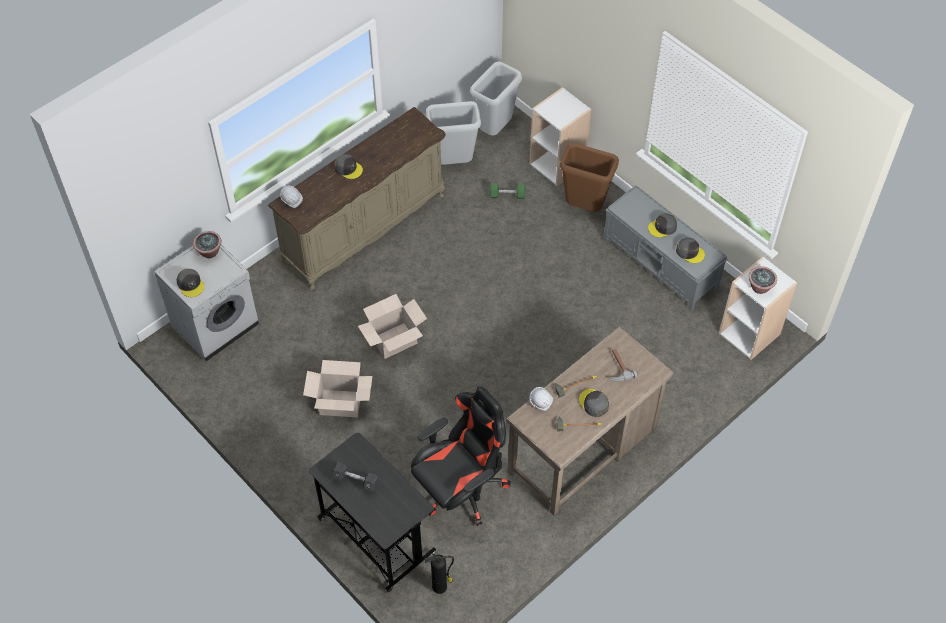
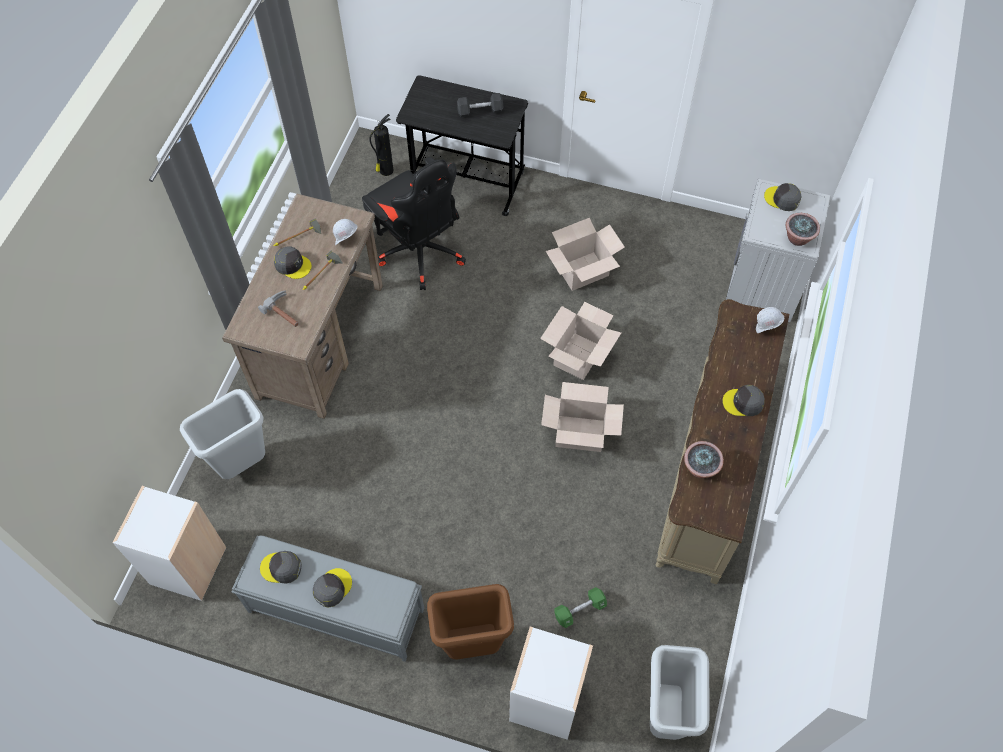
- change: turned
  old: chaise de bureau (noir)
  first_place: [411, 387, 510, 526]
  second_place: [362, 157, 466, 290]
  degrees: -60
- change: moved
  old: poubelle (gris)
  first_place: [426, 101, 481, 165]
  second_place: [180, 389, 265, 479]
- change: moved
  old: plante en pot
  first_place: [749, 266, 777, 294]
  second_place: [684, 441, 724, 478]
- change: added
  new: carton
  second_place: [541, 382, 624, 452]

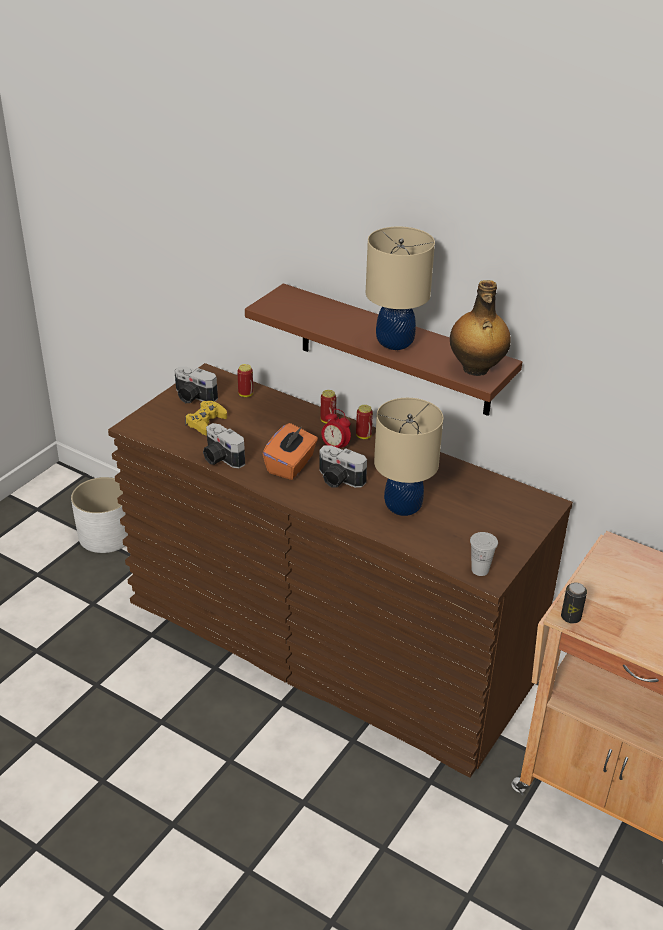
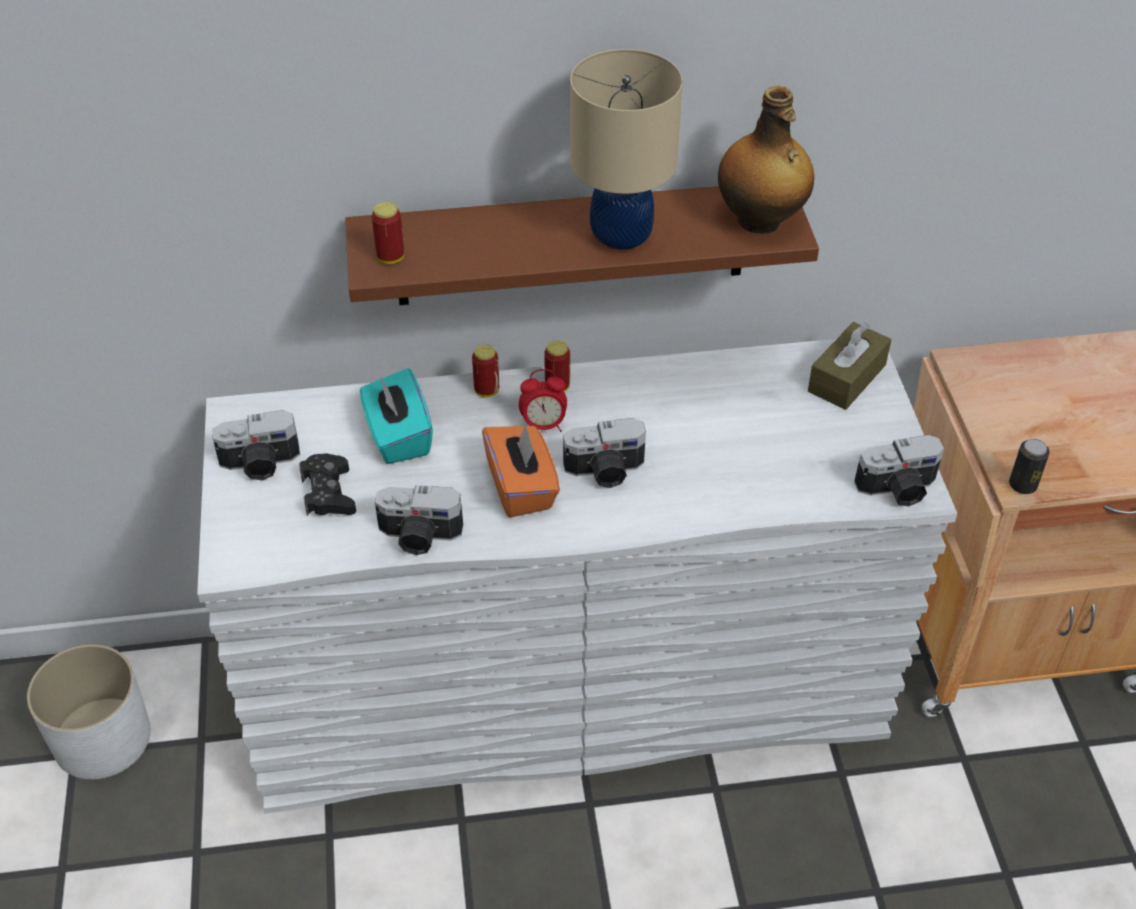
- change: recoloured
  old: commode (marron)
  new: commode (blanc)
  first_place: [108, 363, 573, 778]
  second_place: [197, 339, 957, 814]
- change: recoloured
  old: manette (jaune)
  new: manette (noir)
  first_place: [185, 401, 227, 435]
  second_place: [299, 453, 356, 516]
- change: moved
  old: boîte métallique
  first_place: [237, 364, 253, 397]
  second_place: [372, 202, 405, 264]
- change: removed
  old: lampe de table (beige)
  first_place: [374, 398, 443, 516]
- change: replaced
  old: tasse (blanc)
  new: appareil photo
  first_place: [470, 532, 498, 576]
  second_place: [854, 435, 944, 506]
- change: added
  new: boîte à mouchoirs (turquoise)
  second_place: [360, 368, 433, 464]
- change: added
  new: boîte à mouchoirs (marron)
  second_place: [808, 322, 891, 410]

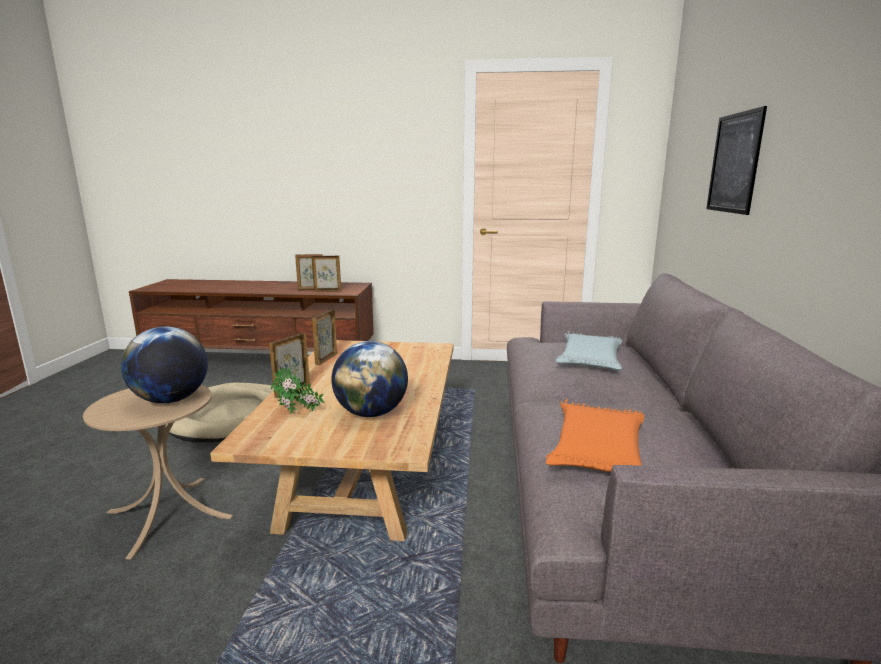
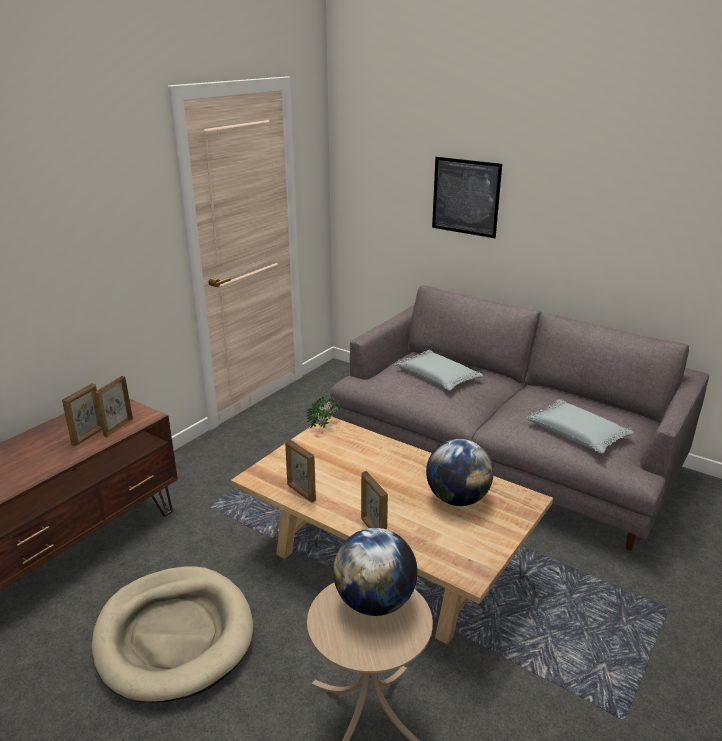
- change: moved
  old: plante en pot
  first_place: [271, 367, 324, 414]
  second_place: [307, 396, 340, 428]
- change: recoloured
  old: coussin (orange)
  new: coussin (bleu)
  first_place: [545, 399, 644, 473]
  second_place: [526, 399, 634, 454]

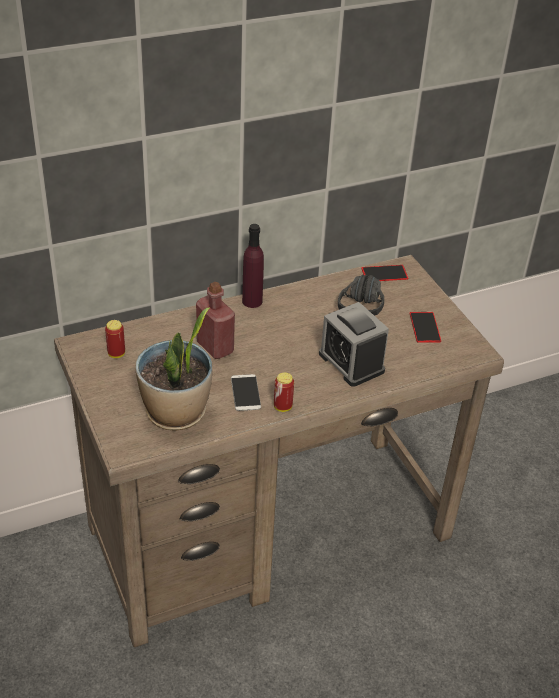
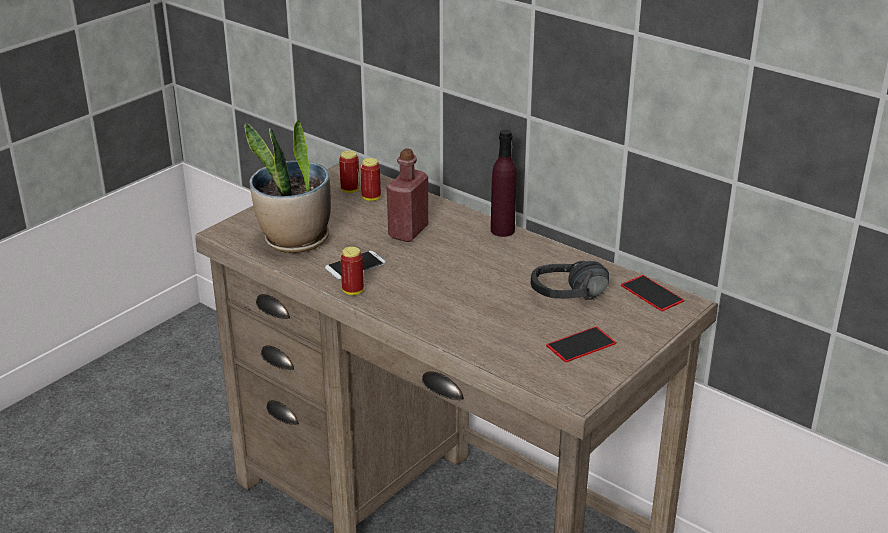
- change: removed
  old: réveil
  first_place: [319, 302, 389, 387]
- change: added
  new: boîte métallique
  second_place: [360, 158, 381, 201]

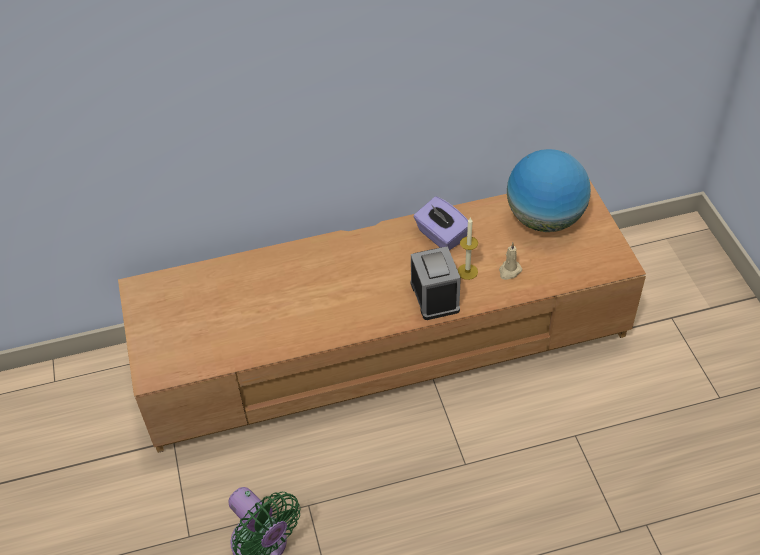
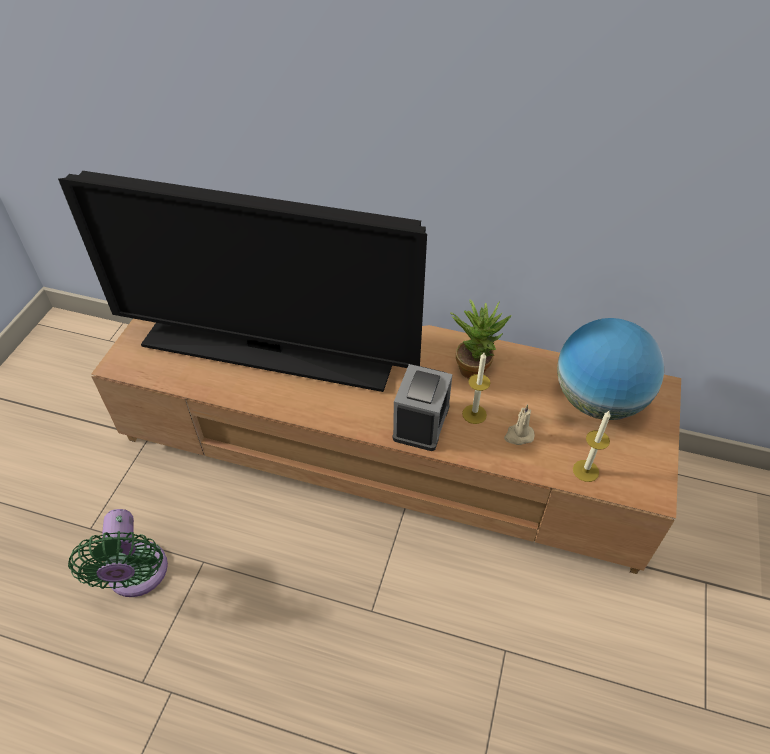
- change: replaced
  old: boîte à mouchoirs (violet)
  new: plante en pot
  first_place: [414, 196, 468, 250]
  second_place: [450, 300, 511, 379]
- change: added
  new: téléviseur
  second_place: [58, 171, 427, 392]
- change: added
  new: bougie
  second_place: [573, 411, 611, 482]

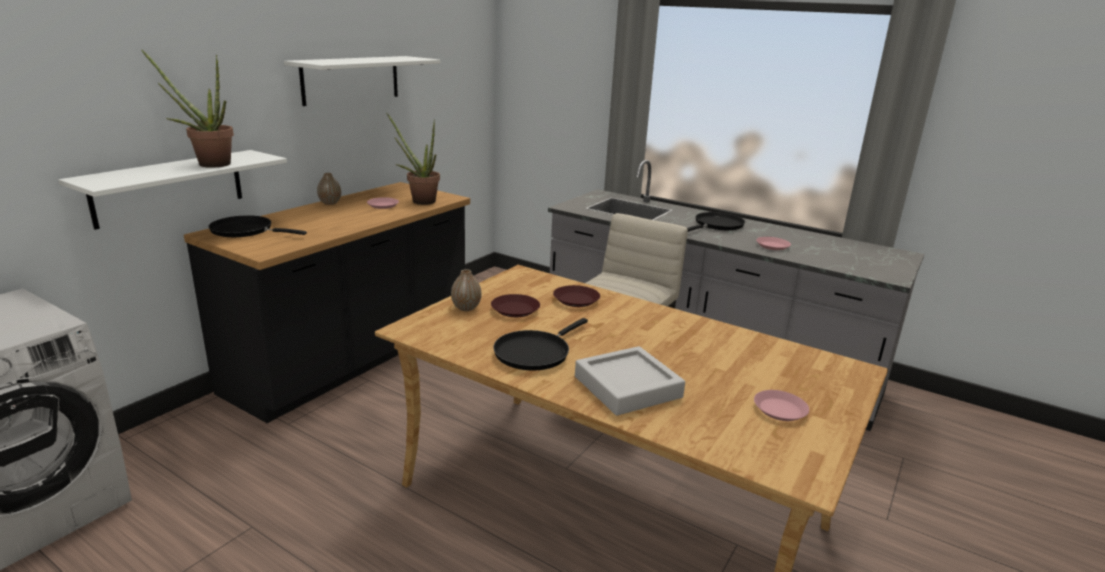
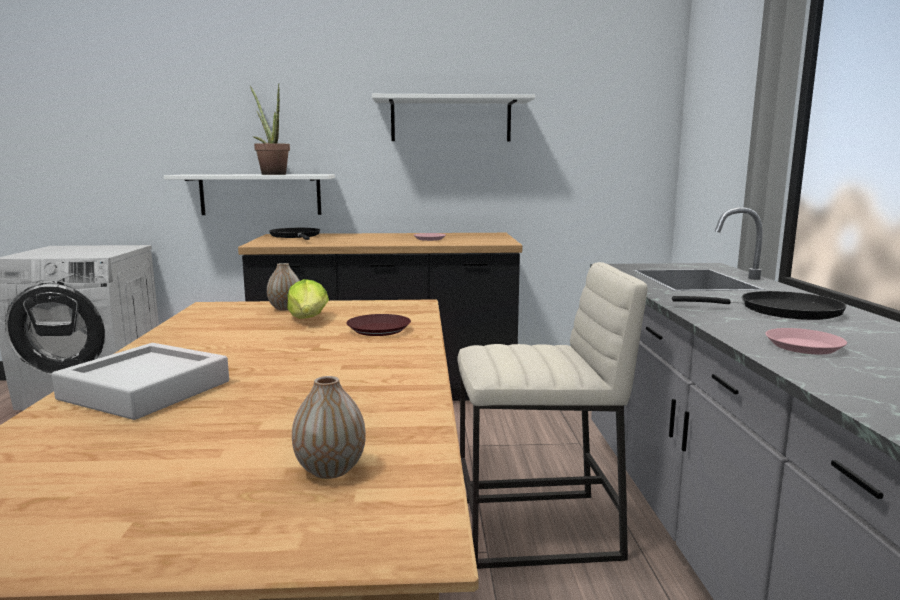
- change: moved
  old: vase
  first_place: [317, 173, 341, 205]
  second_place: [292, 376, 366, 479]
- change: removed
  old: plante en pot
  first_place: [387, 113, 440, 205]
- change: replaced
  old: assiette (marron)
  new: laitue
  first_place: [491, 294, 540, 317]
  second_place: [287, 279, 329, 319]
- change: removed
  old: poêle (noir)
  first_place: [493, 318, 588, 370]
- change: removed
  old: assiette (rose)
  first_place: [754, 390, 809, 421]

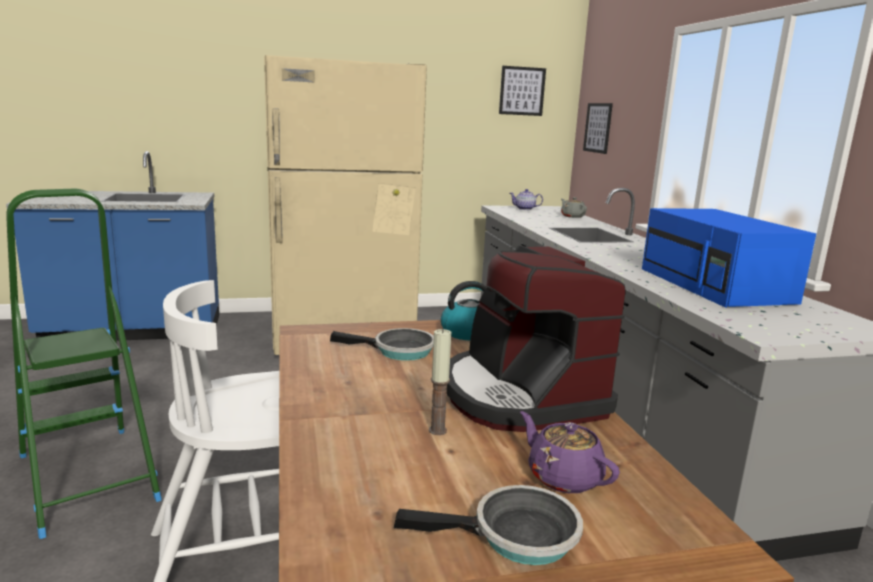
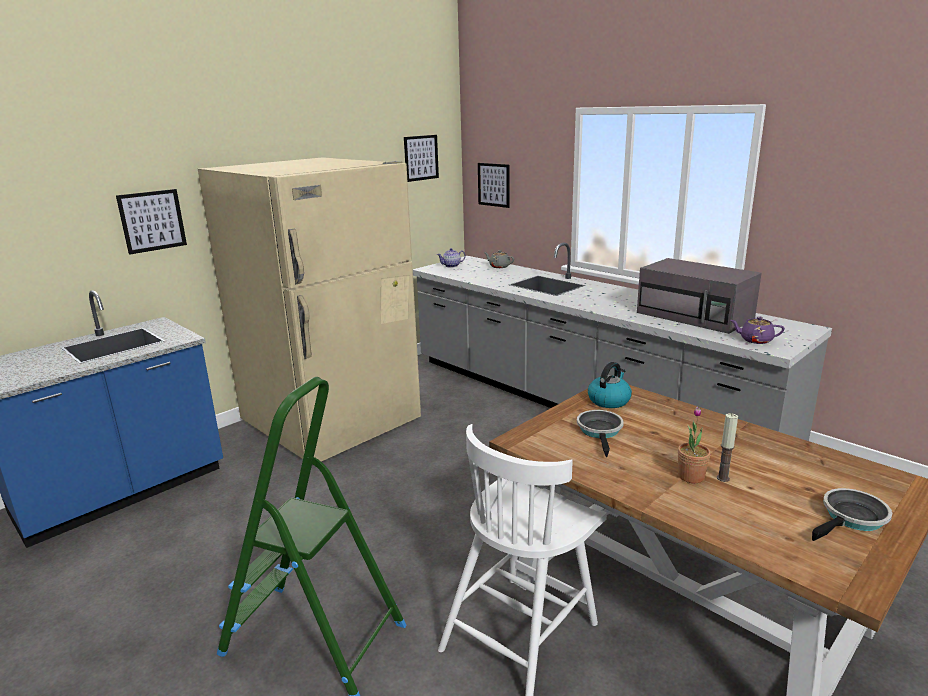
- change: turned
  old: poêle
  first_place: [330, 328, 434, 361]
  second_place: [577, 410, 624, 457]
  degrees: -60
- change: removed
  old: machine à café
  first_place: [447, 245, 626, 432]
- change: moved
  old: théière (violet)
  first_place: [520, 411, 620, 493]
  second_place: [730, 316, 785, 344]
- change: recoloured
  old: micro-ondes (bleu)
  new: micro-ondes (gris)
  first_place: [642, 208, 816, 307]
  second_place: [637, 258, 762, 334]
- change: added
  new: tableau
  second_place: [116, 189, 187, 255]
- change: added
  new: plante en pot
  second_place: [678, 407, 711, 483]

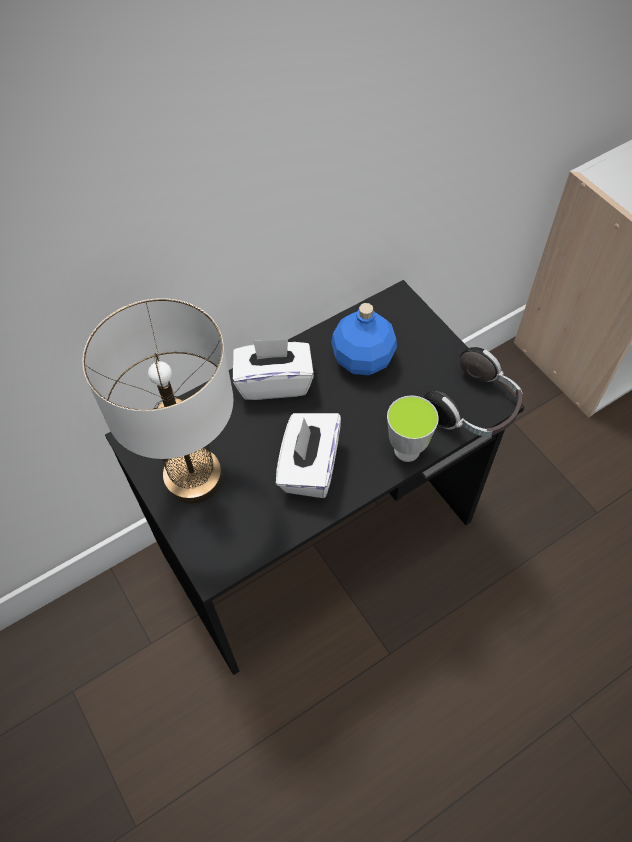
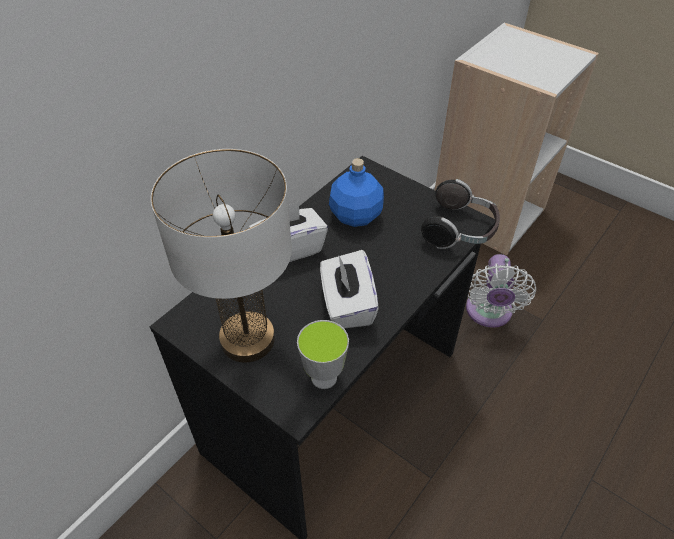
- change: moved
  old: tasse
  first_place: [387, 395, 439, 462]
  second_place: [297, 320, 349, 389]
- change: added
  new: ventilateur (blanc)
  second_place: [466, 254, 536, 328]

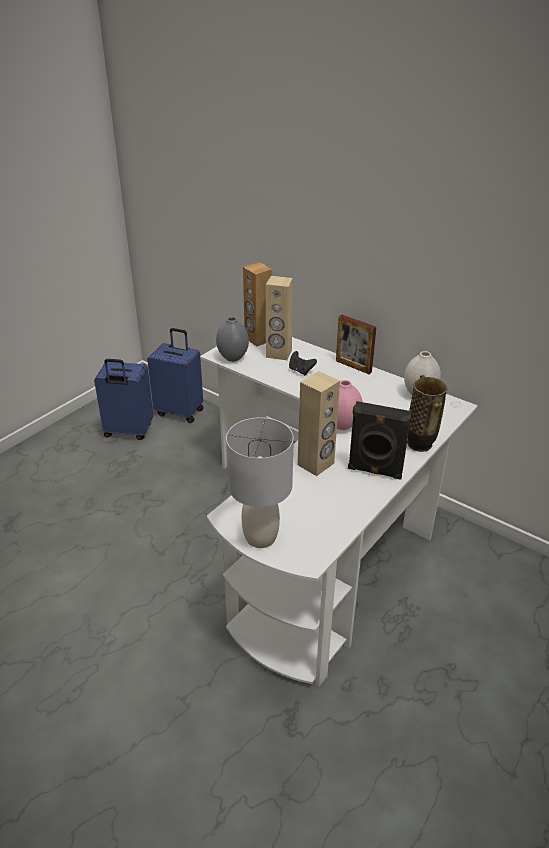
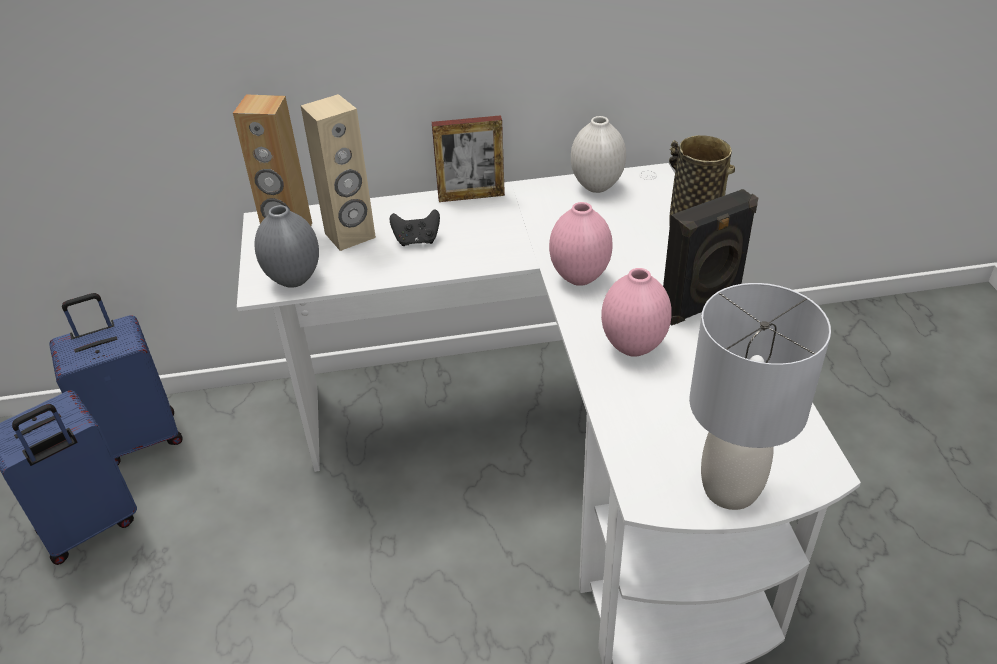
- change: replaced
  old: enceinte (beige)
  new: vase (rose)
  first_place: [298, 371, 340, 476]
  second_place: [601, 268, 672, 357]

